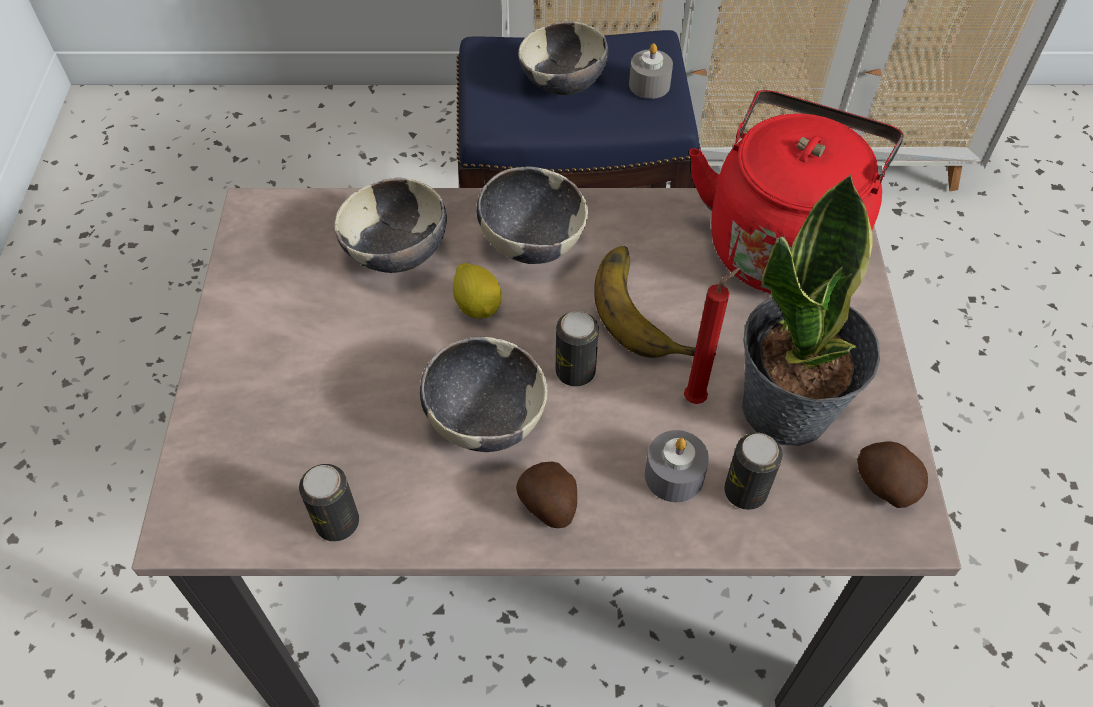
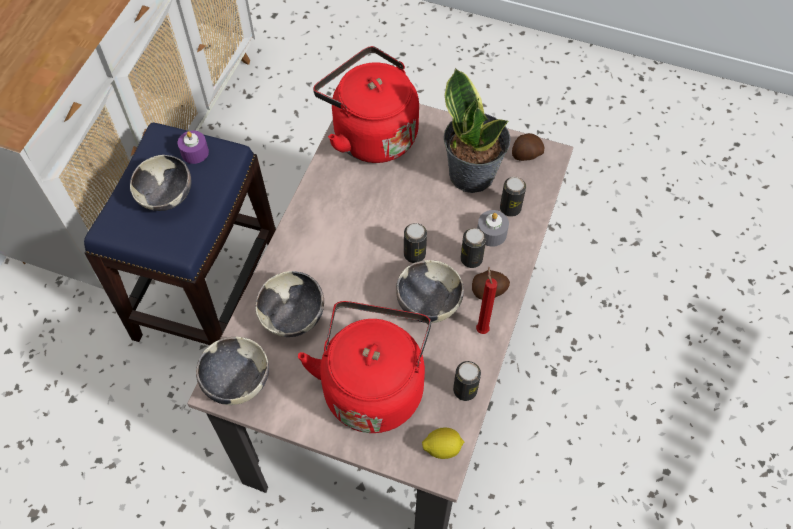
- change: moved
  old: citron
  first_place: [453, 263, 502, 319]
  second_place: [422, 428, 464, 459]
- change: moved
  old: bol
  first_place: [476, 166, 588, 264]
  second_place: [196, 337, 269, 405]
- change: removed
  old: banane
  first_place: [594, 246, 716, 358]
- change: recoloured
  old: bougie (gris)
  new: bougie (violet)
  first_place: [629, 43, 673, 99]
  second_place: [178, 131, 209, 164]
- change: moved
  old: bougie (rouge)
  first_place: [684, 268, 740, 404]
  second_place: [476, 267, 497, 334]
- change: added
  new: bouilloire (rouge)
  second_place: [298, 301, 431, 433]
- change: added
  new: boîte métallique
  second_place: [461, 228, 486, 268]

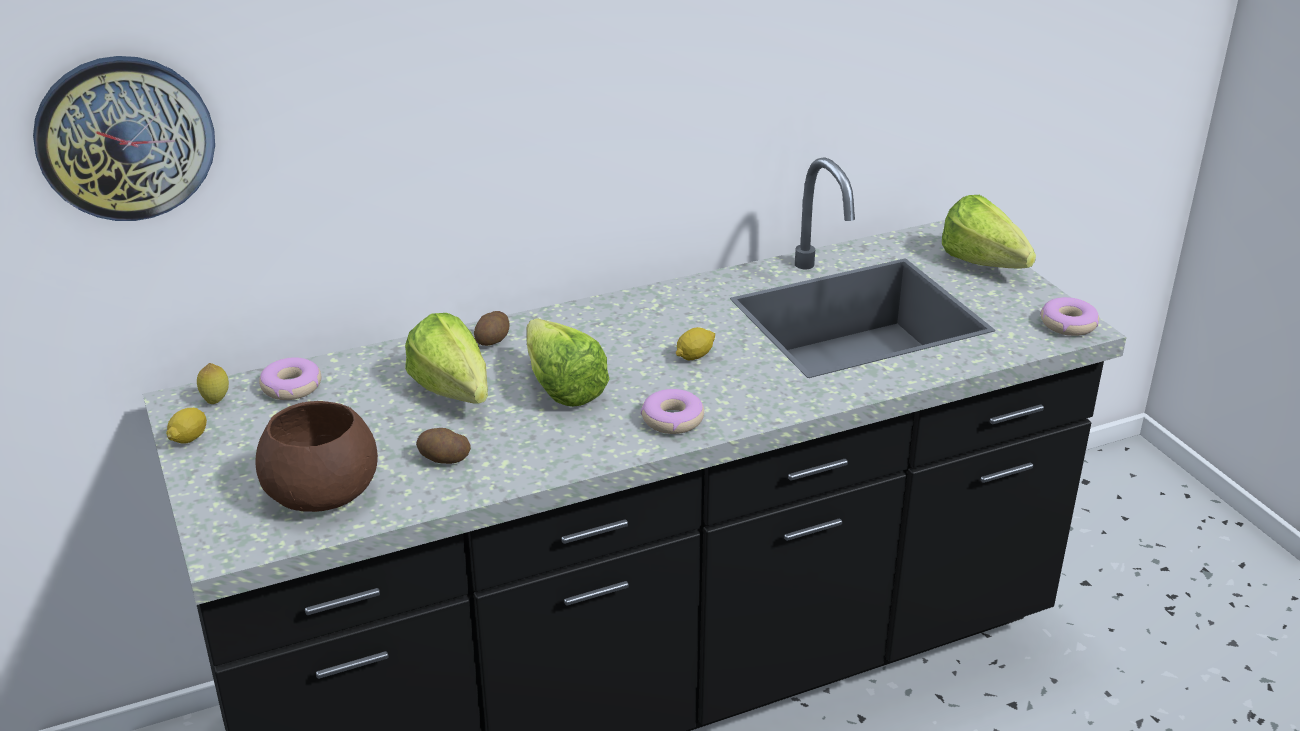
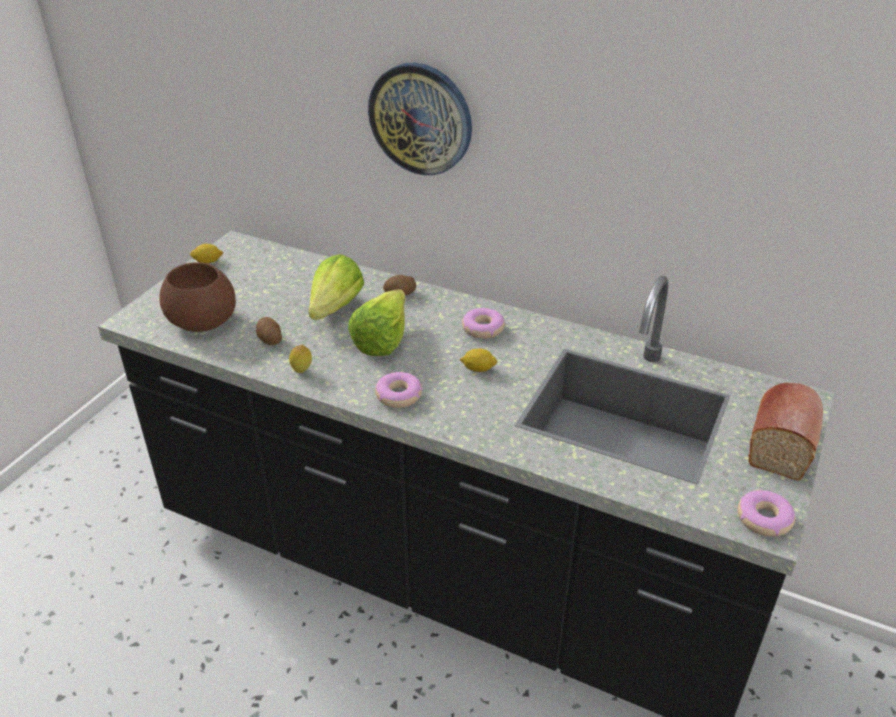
- change: moved
  old: horloge murale
  first_place: [33, 56, 215, 221]
  second_place: [368, 62, 472, 175]
- change: moved
  old: citron
  first_place: [197, 363, 229, 404]
  second_place: [289, 345, 312, 373]
- change: moved
  old: beignet
  first_place: [259, 357, 321, 400]
  second_place: [462, 308, 505, 339]
- change: replaced
  old: laitue
  new: pain
  first_place: [942, 195, 1036, 268]
  second_place: [748, 383, 823, 481]

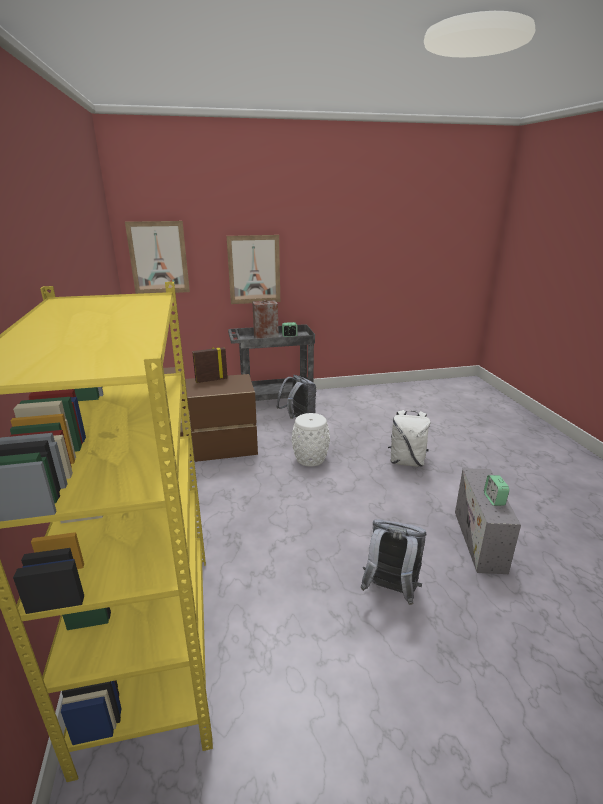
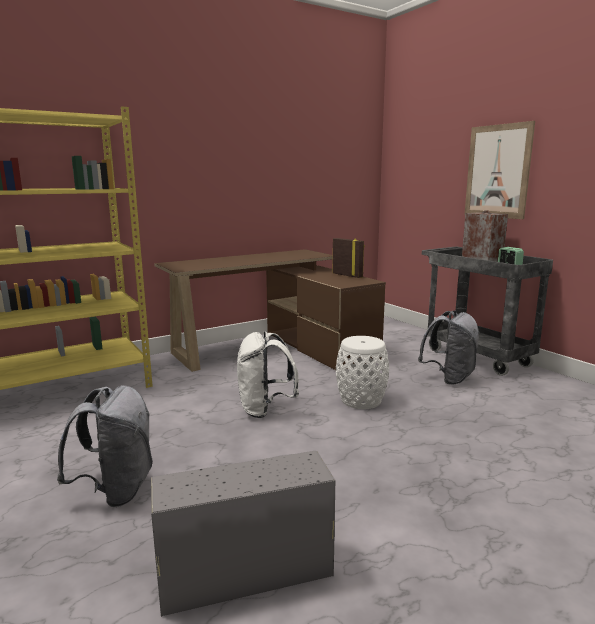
- change: removed
  old: tableau
  first_place: [125, 221, 190, 294]
- change: moved
  old: sac à dos (blanc)
  first_place: [388, 410, 430, 467]
  second_place: [237, 331, 299, 418]
- change: removed
  old: réveil
  first_place: [484, 475, 509, 506]

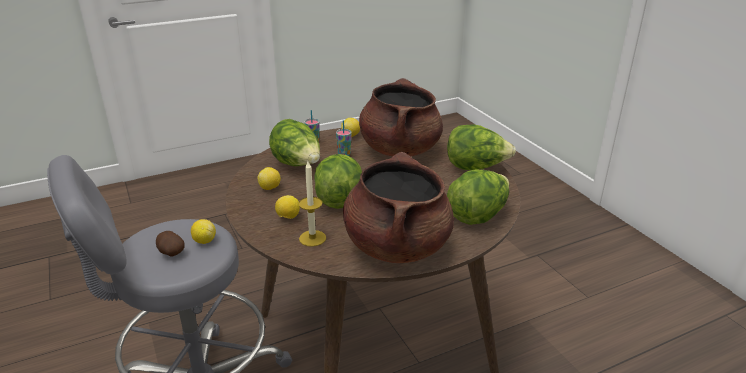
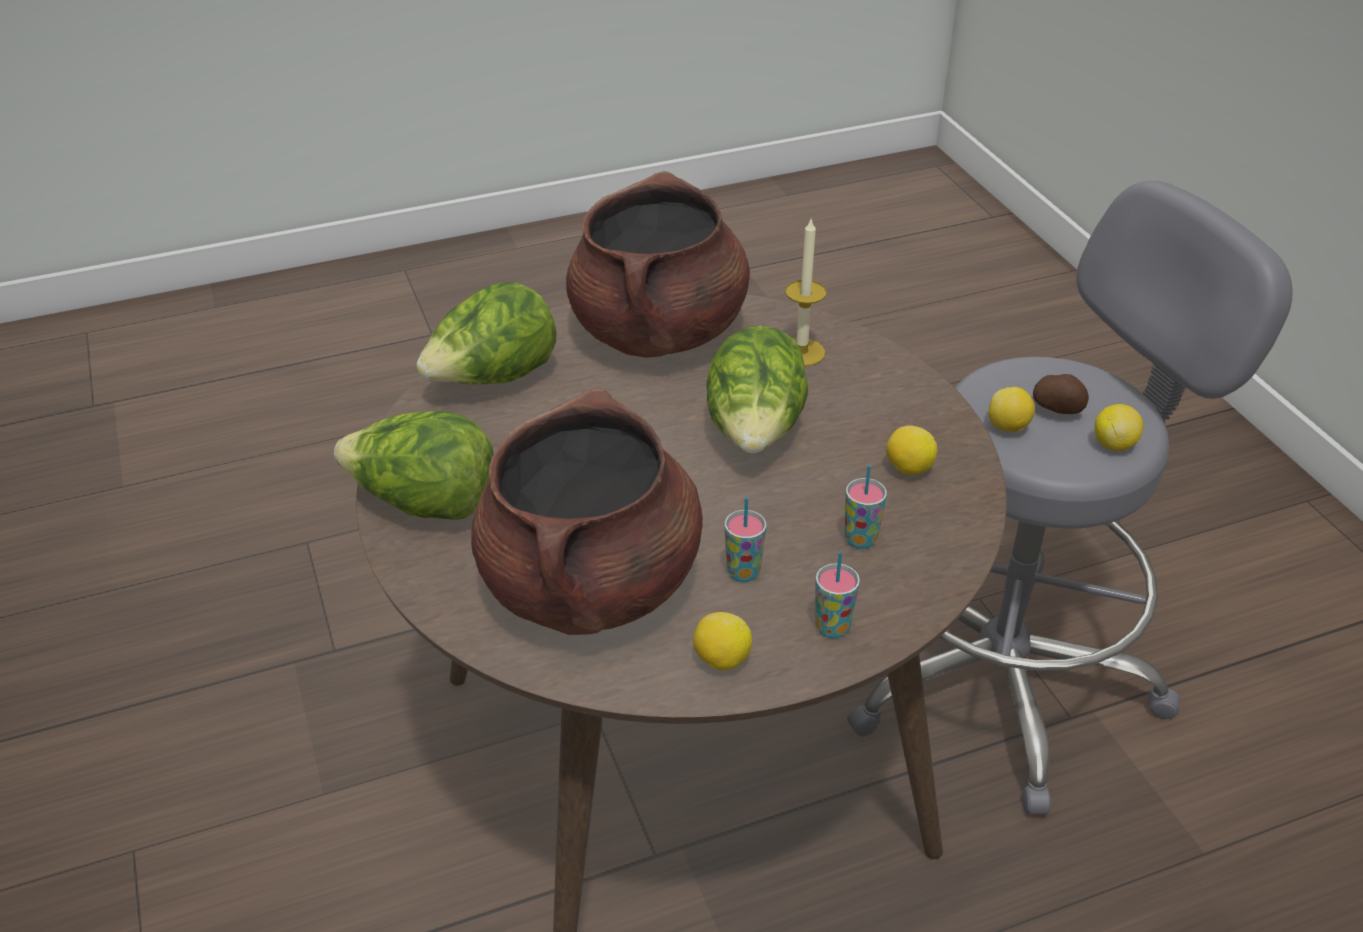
- change: replaced
  old: laitue
  new: tasse
  first_place: [269, 119, 320, 166]
  second_place: [845, 465, 887, 549]
- change: moved
  old: citron
  first_place: [275, 195, 300, 219]
  second_place: [1095, 404, 1143, 451]

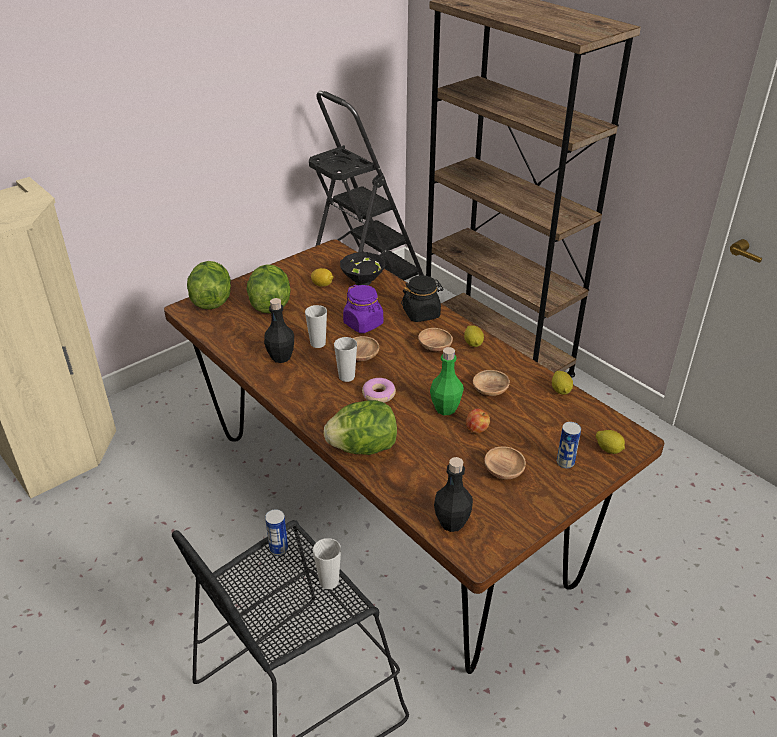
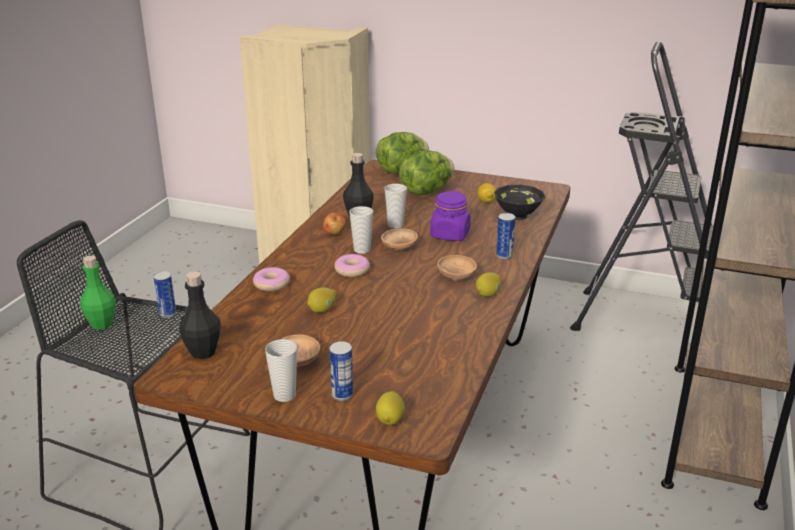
- change: moved
  old: tasse
  first_place: [313, 538, 341, 589]
  second_place: [265, 339, 297, 402]
- change: replaced
  old: laitue
  new: beignet
  first_place: [324, 400, 397, 455]
  second_place: [253, 267, 290, 291]
- change: replaced
  old: bocal (noir)
  new: boîte métallique
  first_place: [401, 275, 444, 322]
  second_place: [496, 213, 515, 259]
- change: moved
  old: bouteille (vert)
  first_place: [430, 347, 464, 415]
  second_place: [80, 256, 116, 330]
- change: moved
  old: pomme
  first_place: [466, 409, 490, 434]
  second_place: [323, 213, 346, 235]
- change: removed
  old: bol (marron)
  first_place: [473, 370, 510, 396]
- change: moved
  old: citron
  first_place: [552, 371, 573, 395]
  second_place: [307, 288, 337, 313]

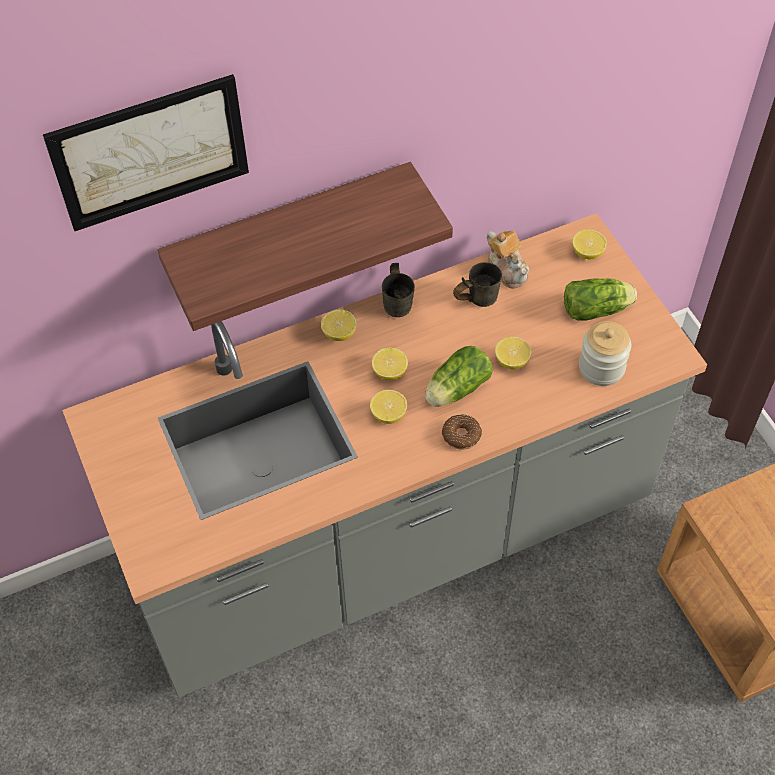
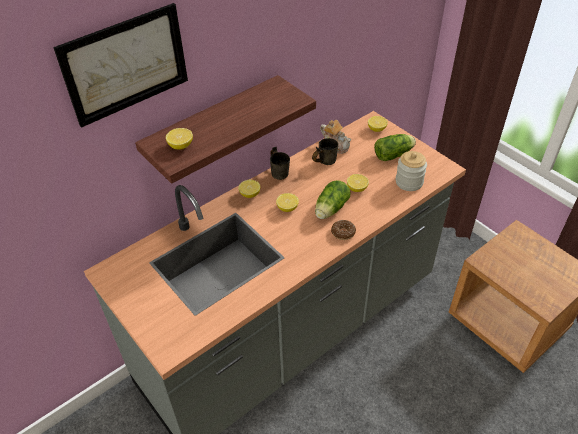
- change: moved
  old: citron
  first_place: [370, 390, 407, 424]
  second_place: [166, 128, 193, 150]

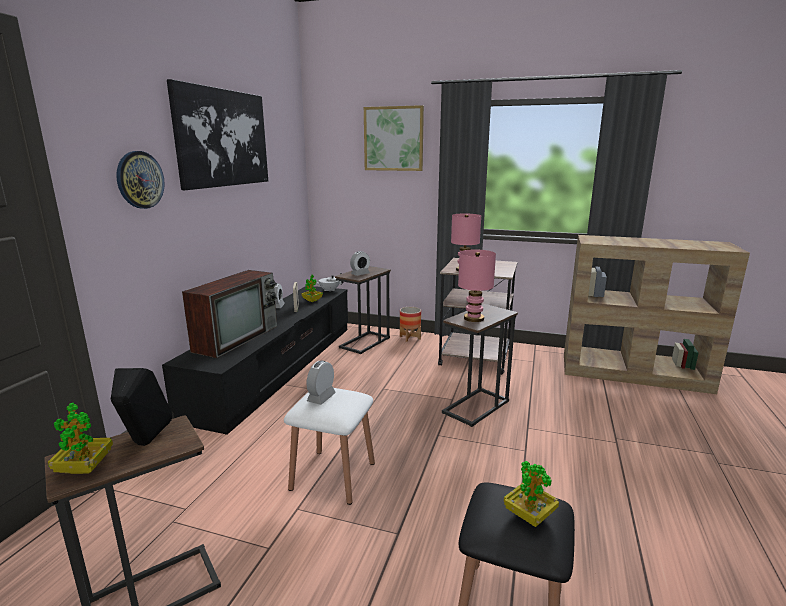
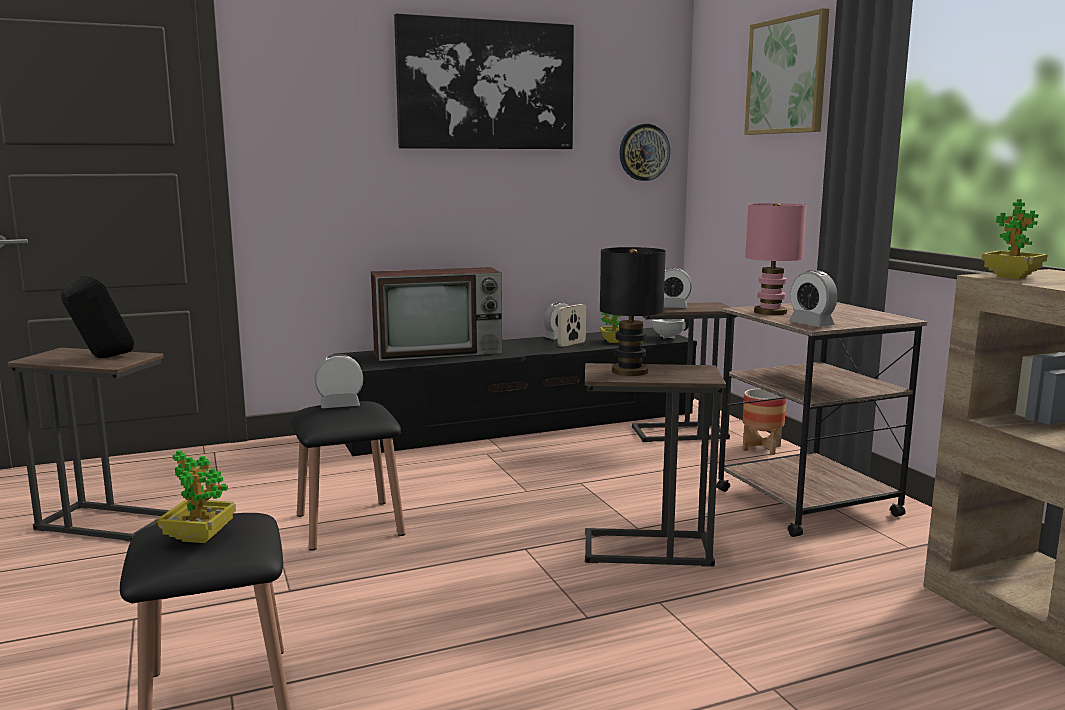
- change: moved
  old: plante en pot
  first_place: [48, 403, 113, 474]
  second_place: [981, 199, 1048, 279]
- change: moved
  old: horloge murale
  first_place: [116, 151, 165, 209]
  second_place: [619, 124, 670, 181]
- change: recoloured
  old: tabouret (blanc)
  new: tabouret (noir)
  first_place: [284, 388, 375, 505]
  second_place: [291, 401, 405, 551]
- change: recoloured
  old: lampe de table (rose)
  new: lampe de table (noir)
  first_place: [458, 250, 496, 322]
  second_place: [600, 247, 666, 376]
- change: added
  new: réveil
  second_place: [789, 270, 837, 327]

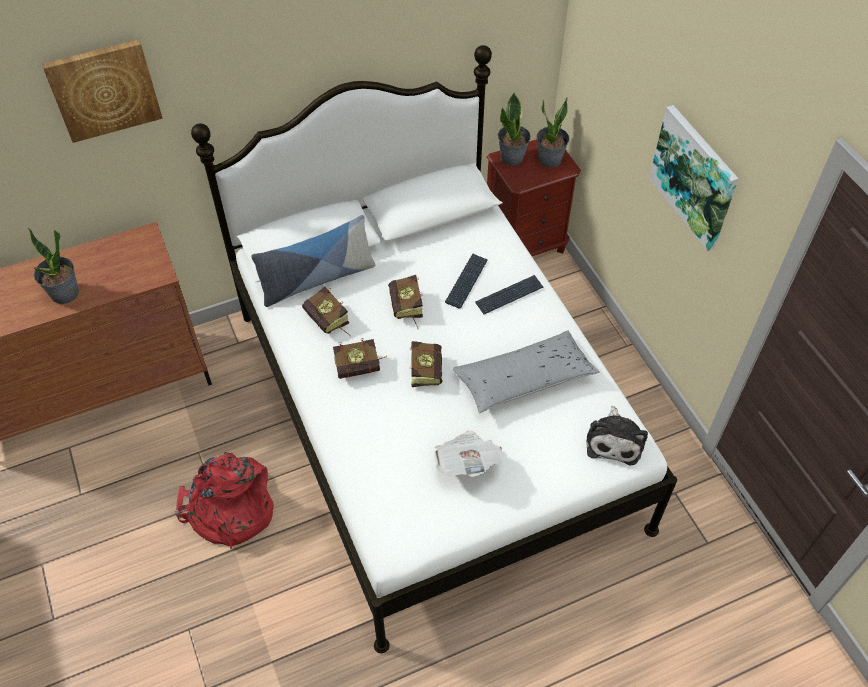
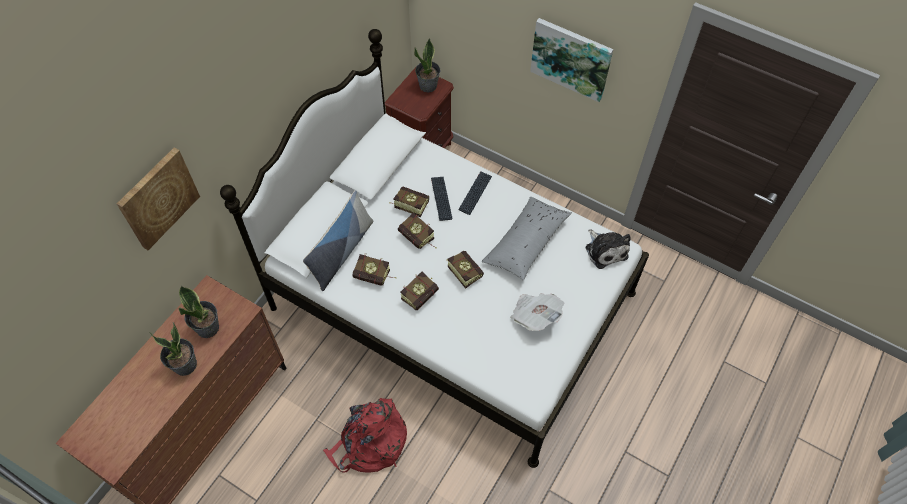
- change: moved
  old: plante en pot
  first_place: [498, 93, 531, 166]
  second_place: [179, 286, 219, 338]
- change: added
  new: livre
  second_place: [389, 186, 429, 217]

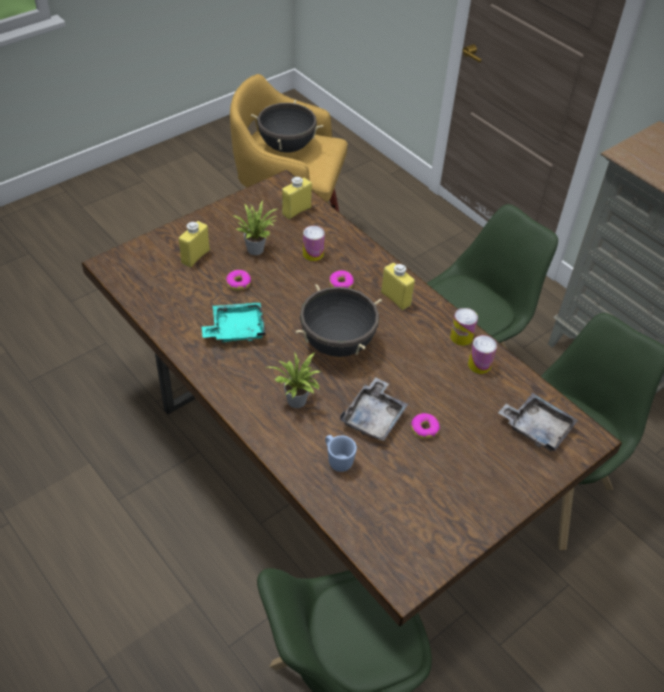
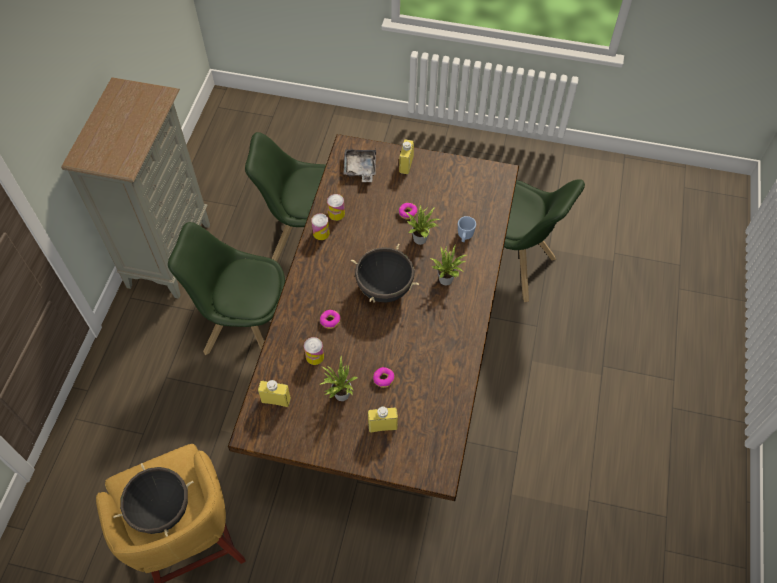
- change: removed
  old: plateau (turquoise)
  first_place: [202, 302, 266, 342]
- change: replaced
  old: plateau (gris)
  new: plante en pot
  first_place: [340, 377, 408, 441]
  second_place: [406, 204, 441, 245]
- change: moved
  old: bouteille (jaune)
  first_place: [381, 263, 415, 310]
  second_place: [399, 140, 414, 174]

